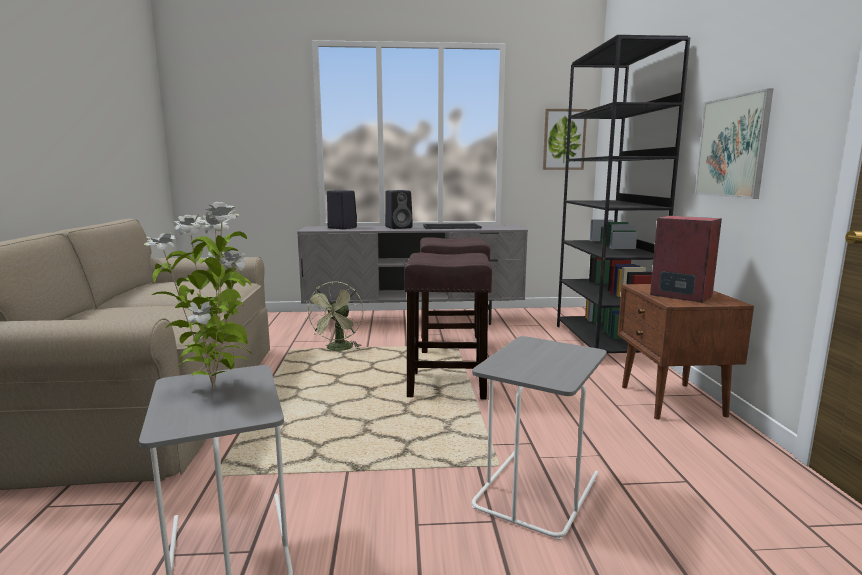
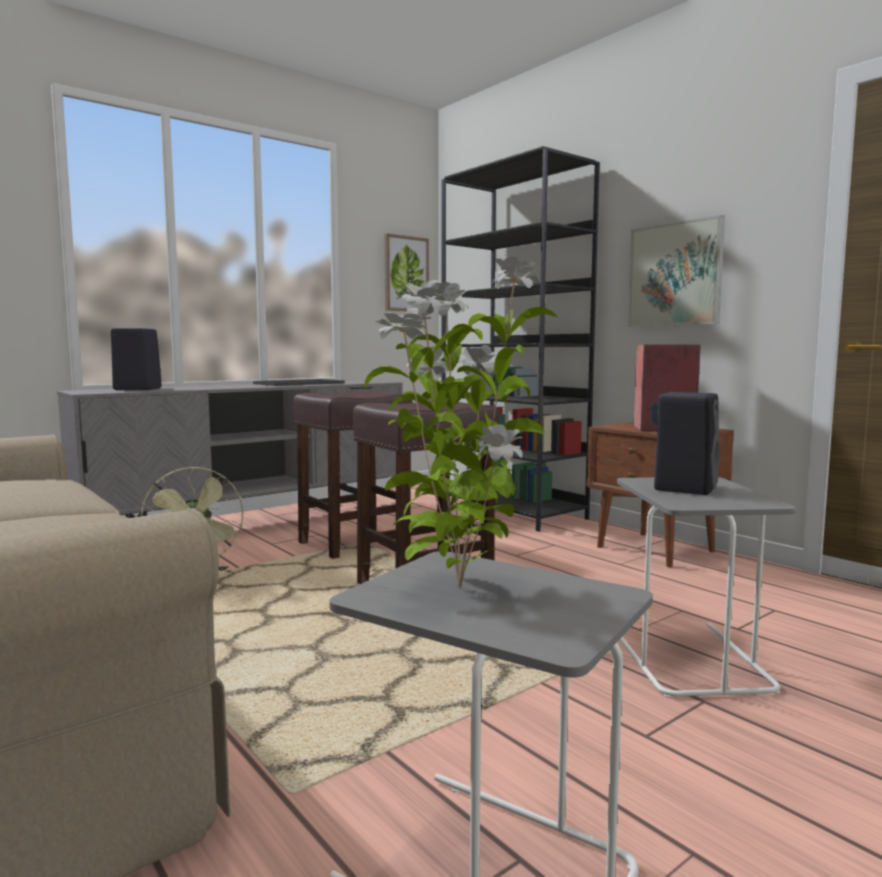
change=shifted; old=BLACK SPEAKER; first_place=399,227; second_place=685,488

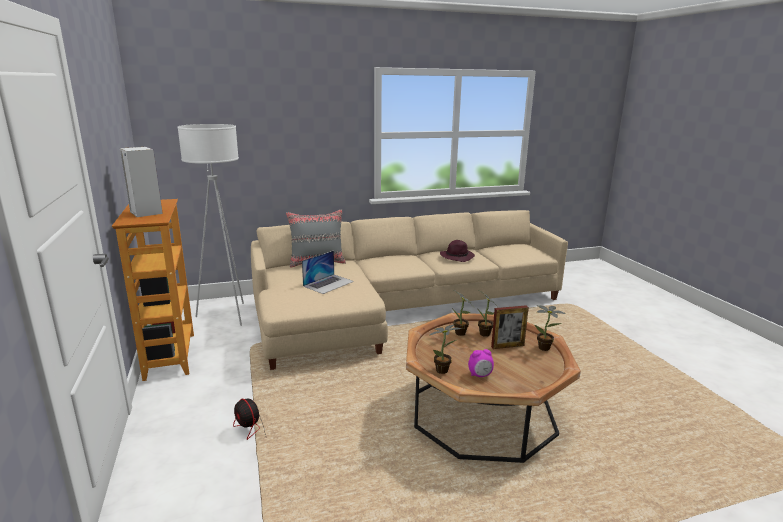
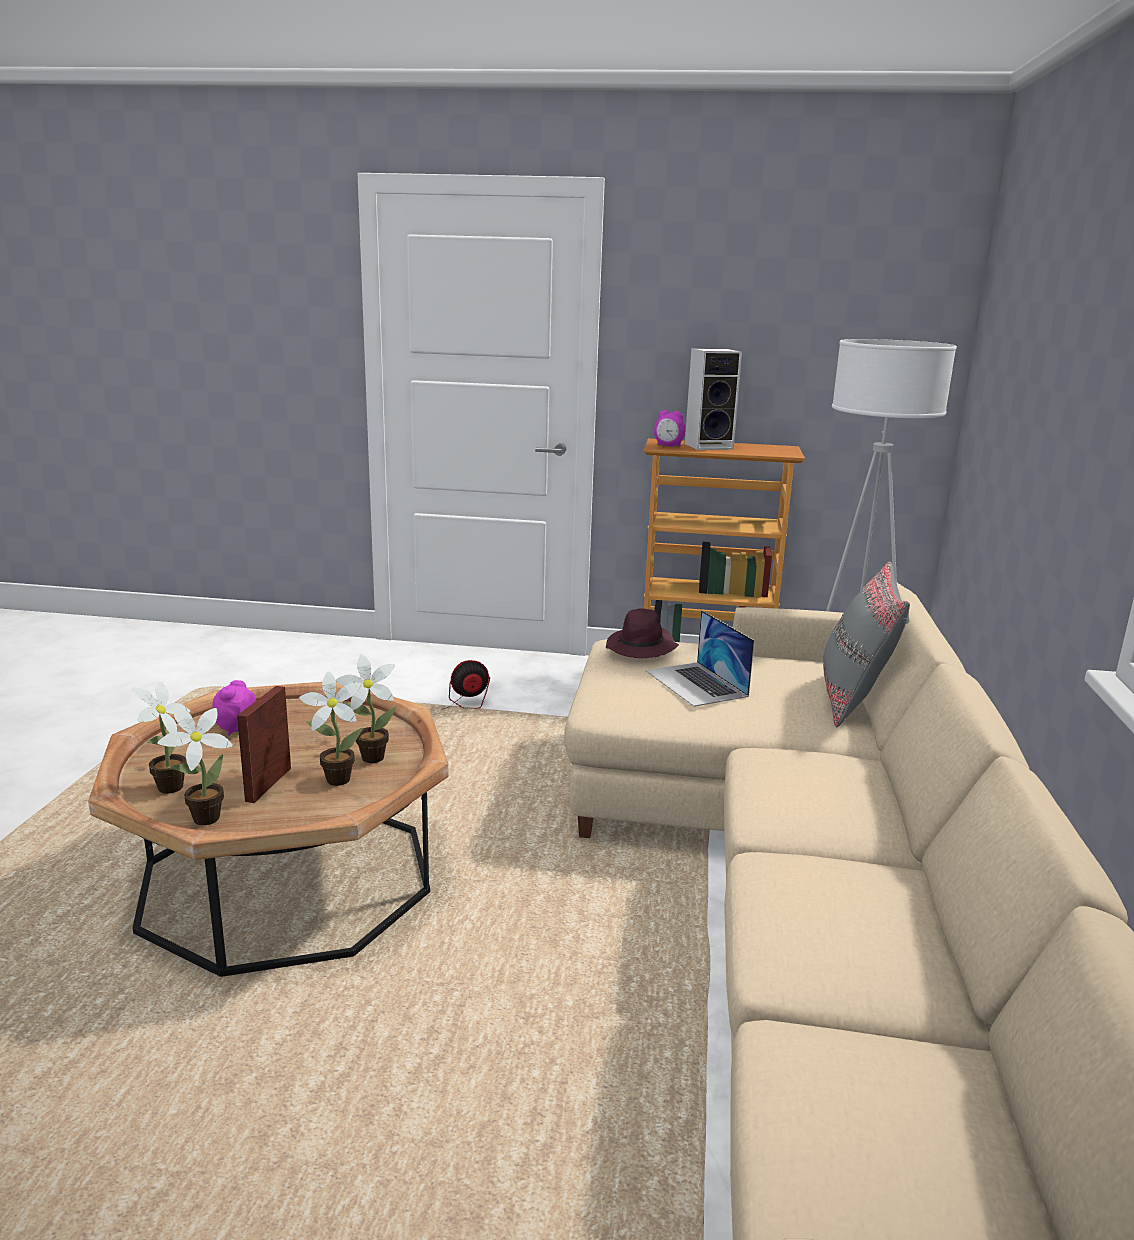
change=shifted; old=POTTED PLANT; first_place=444,370; second_place=167,789
change=shifted; old=PURPLE HAT; first_place=457,257; second_place=641,648
change=new; new=ALARM CLOCK; second_place=668,446

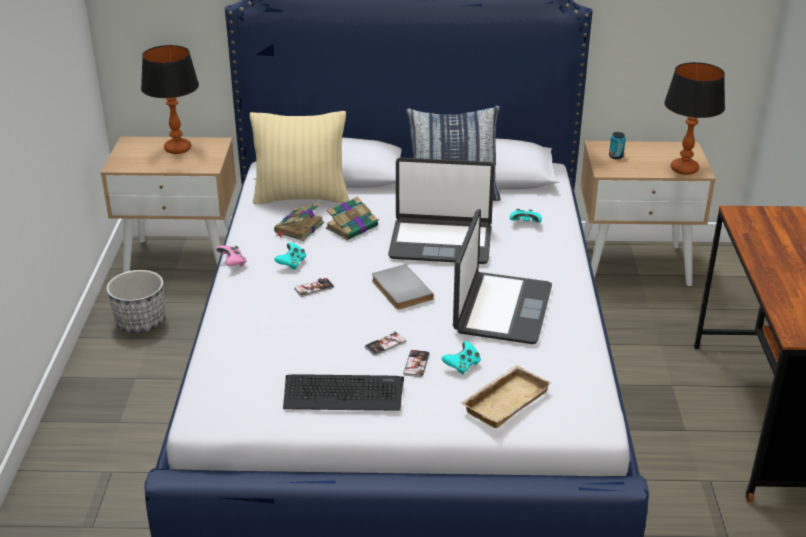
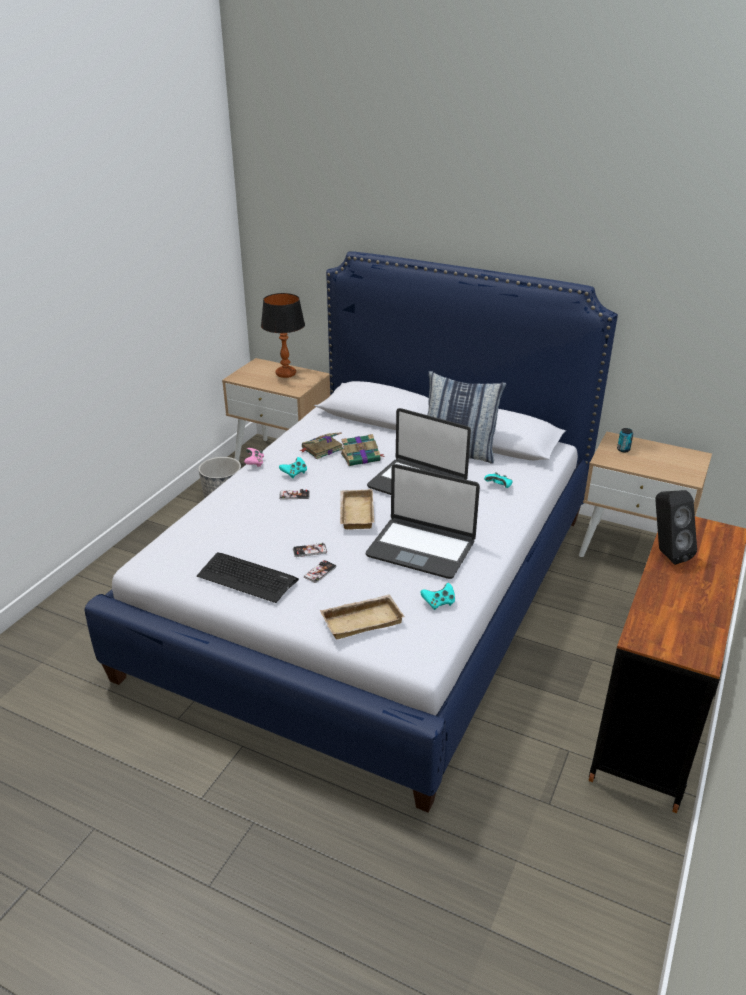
change=gone; old=BEIGE PILLOW; first_place=301,197
change=swapped; old=GREY BOOK; new=BEIGE TRAY; first_place=399,290; second_place=355,512
change=shifted; old=TURQUOISE GAME CONTROLLER; first_place=462,366; second_place=438,603
change=rotated; old=LAPTOP; first_place=501,309; second_place=421,548; degrees=75
change=gone; old=TABLE LAMP; first_place=684,169
change=new; new=BLACK SPEAKER; second_place=666,553

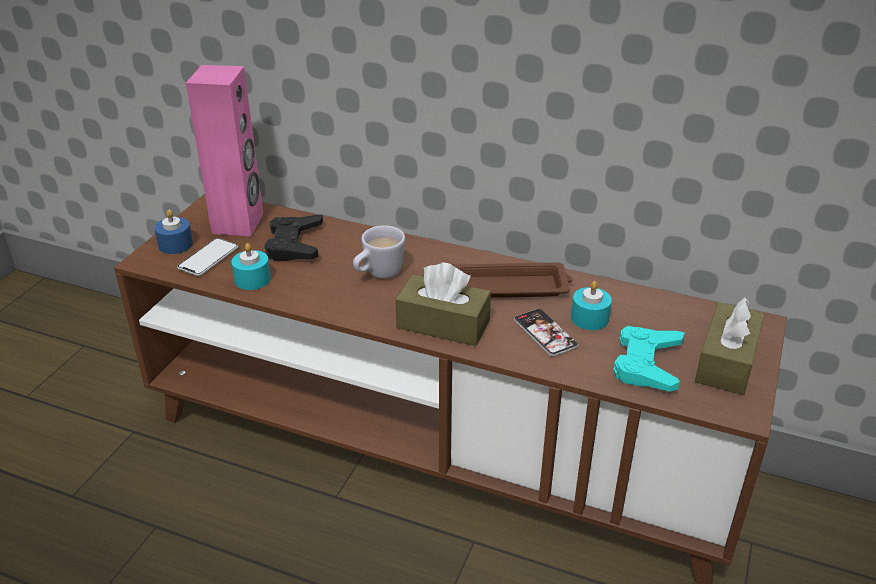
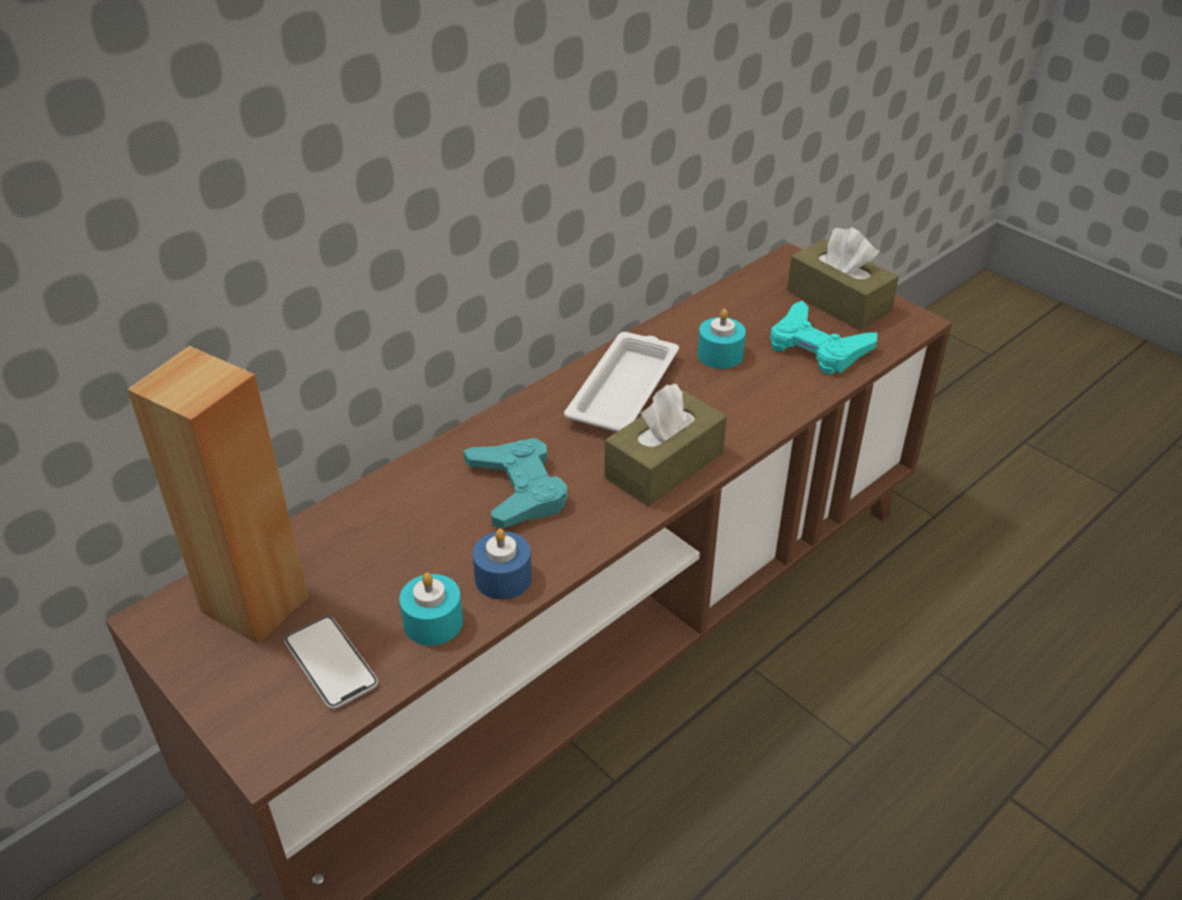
change=shifted; old=BLUE CANDLE; first_place=175,244; second_place=503,578
change=repainted; old=PINK SPEAKER; new=BROWN SPEAKER; first_place=238,223; second_place=256,603
change=gone; old=BLACK GAME CONTROLLER; first_place=294,244
change=swapped; old=WHITE MUG; new=TURQUOISE GAME CONTROLLER; first_place=378,274; second_place=518,489
change=repainted; old=BROWN TRAY; new=WHITE TRAY; first_place=511,287; second_place=624,389
change=gone; old=PHONE; first_place=545,333

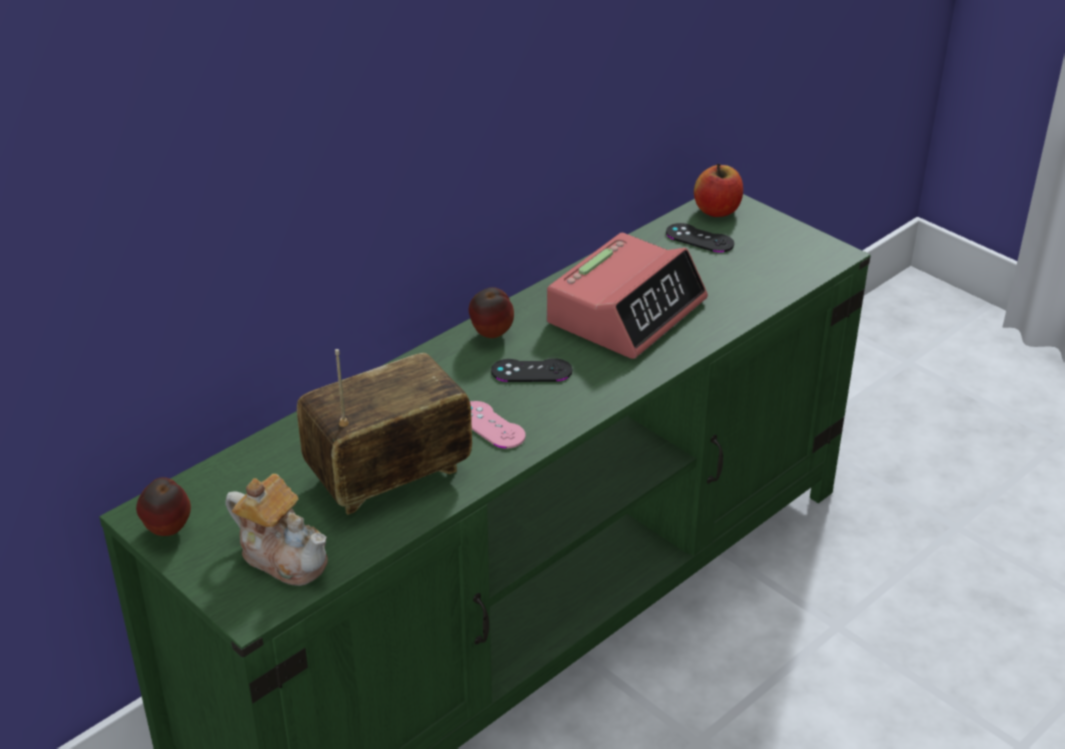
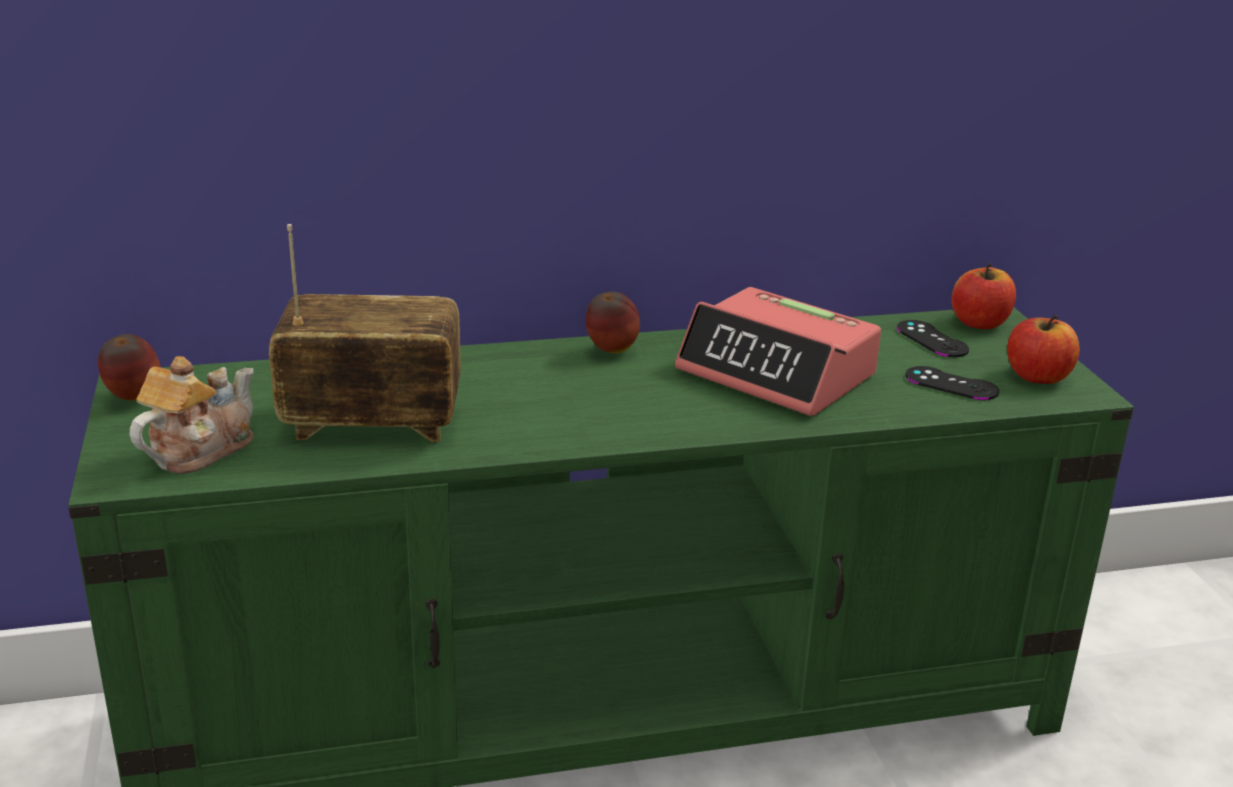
change=rotated; old=TEAPOT; first_place=283,556; second_place=199,450; degrees=-120
change=gone; old=PINK GAME CONTROLLER; first_place=490,425
change=shifted; old=BLACK GAME CONTROLLER; first_place=531,371; second_place=951,384
change=rotated; old=ALARM CLOCK; first_place=626,311; second_place=777,373; degrees=60
change=new; new=APPLE; second_place=1037,377

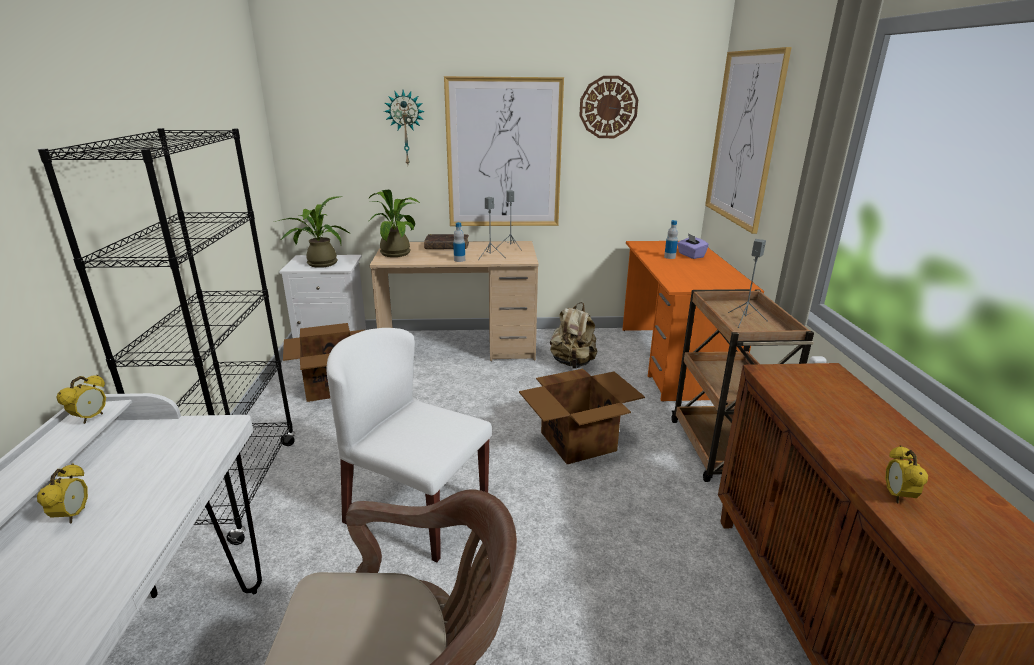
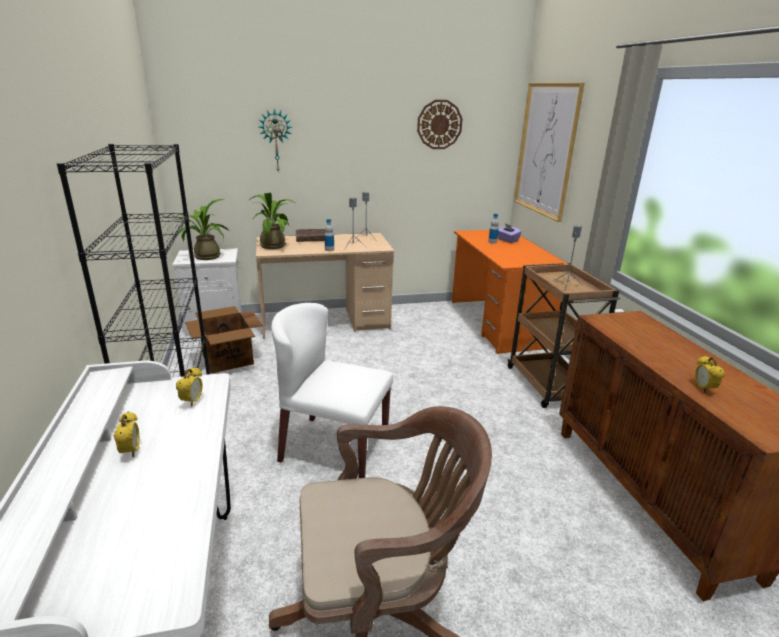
change=shifted; old=ALARM CLOCK; first_place=91,418; second_place=192,402
change=gone; old=PICTURE; first_place=504,154
change=gone; old=CARDBOARD BOX; first_place=579,441
change=gone; old=BEIGE BACKPACK; first_place=573,363

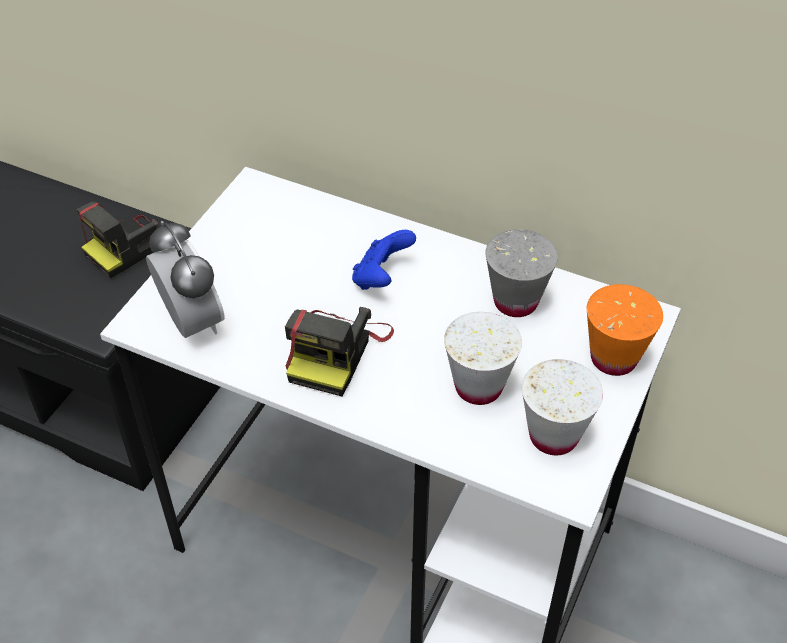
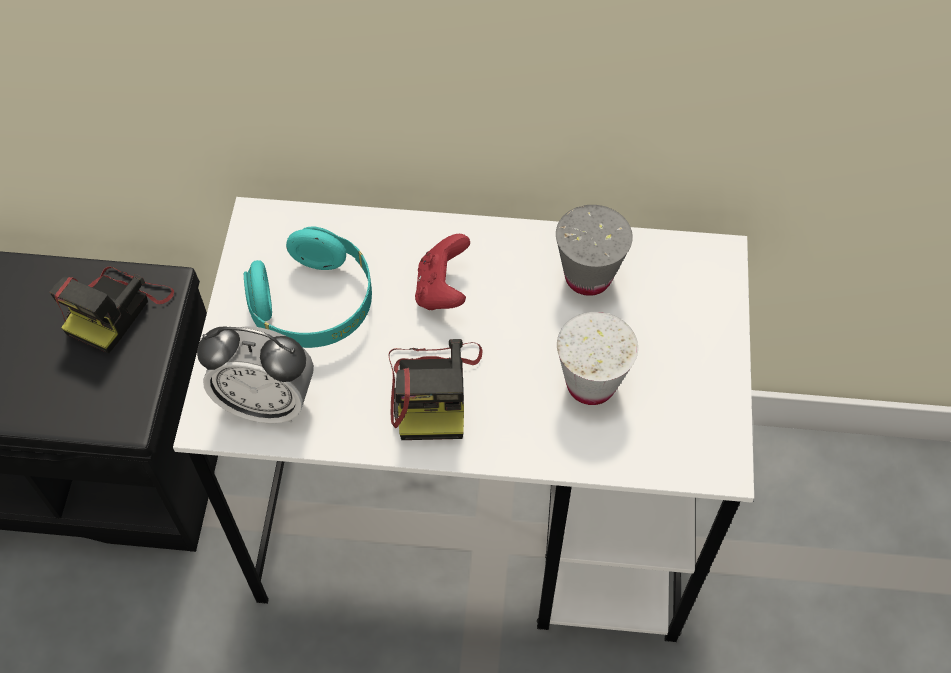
change=rotated; old=ALARM CLOCK; first_place=192,322; second_place=267,403; degrees=150
change=repainted; old=BLUE GAME CONTROLLER; new=RED GAME CONTROLLER; first_place=381,278; second_place=442,290
change=gone; old=WHITE CUP; first_place=553,436
change=gone; old=ORANGE CUP; first_place=613,358
change=new; new=TURQUOISE HEADPHONES; second_place=314,306

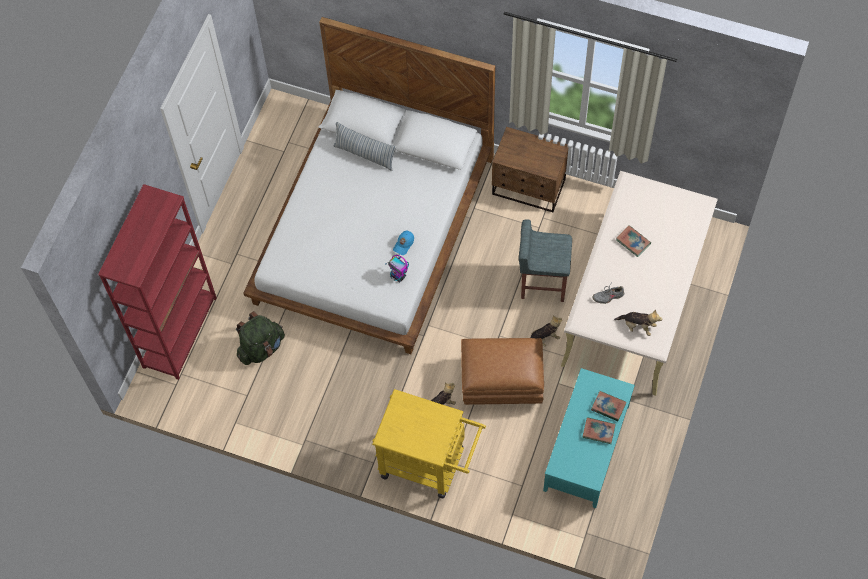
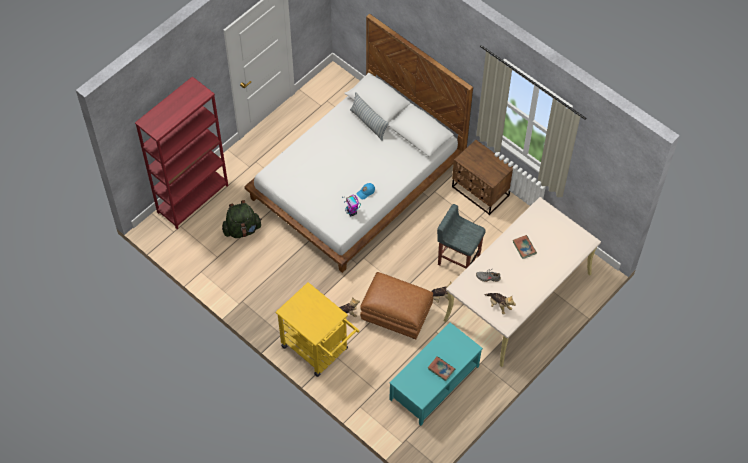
change=gone; old=BOOK; first_place=608,407

